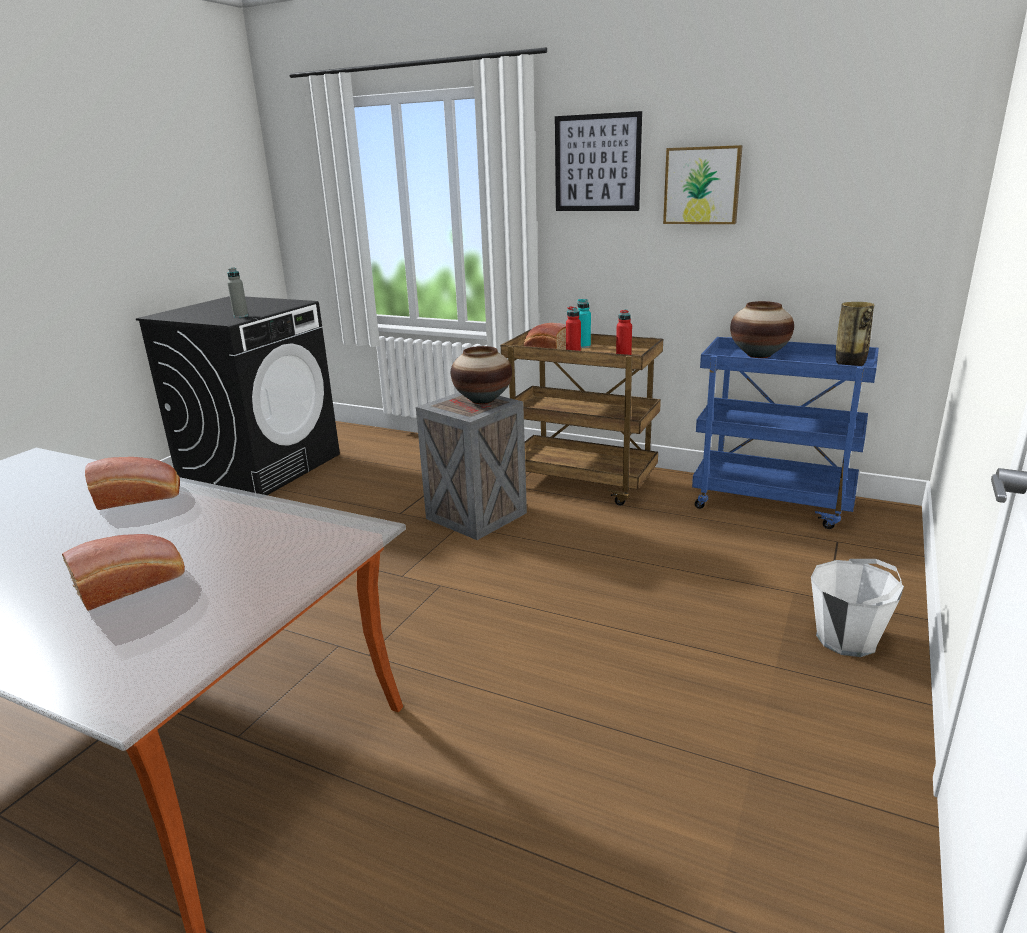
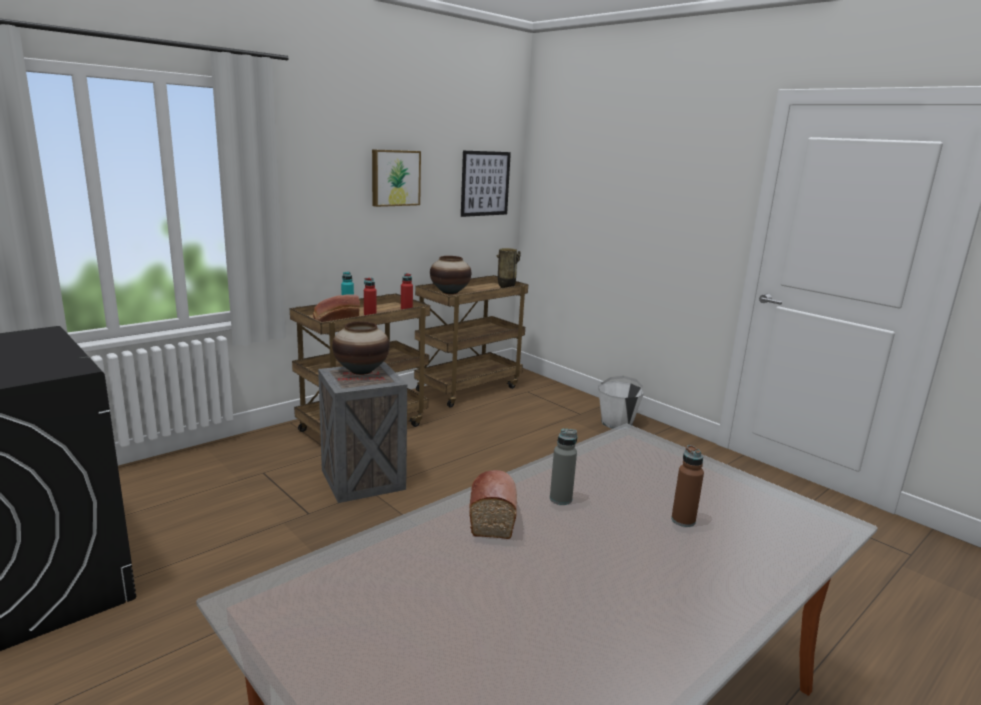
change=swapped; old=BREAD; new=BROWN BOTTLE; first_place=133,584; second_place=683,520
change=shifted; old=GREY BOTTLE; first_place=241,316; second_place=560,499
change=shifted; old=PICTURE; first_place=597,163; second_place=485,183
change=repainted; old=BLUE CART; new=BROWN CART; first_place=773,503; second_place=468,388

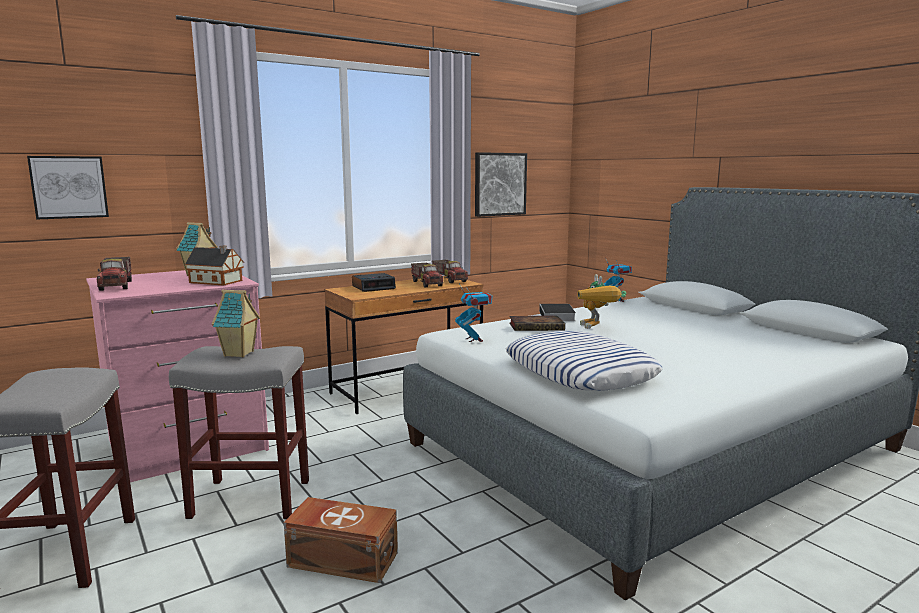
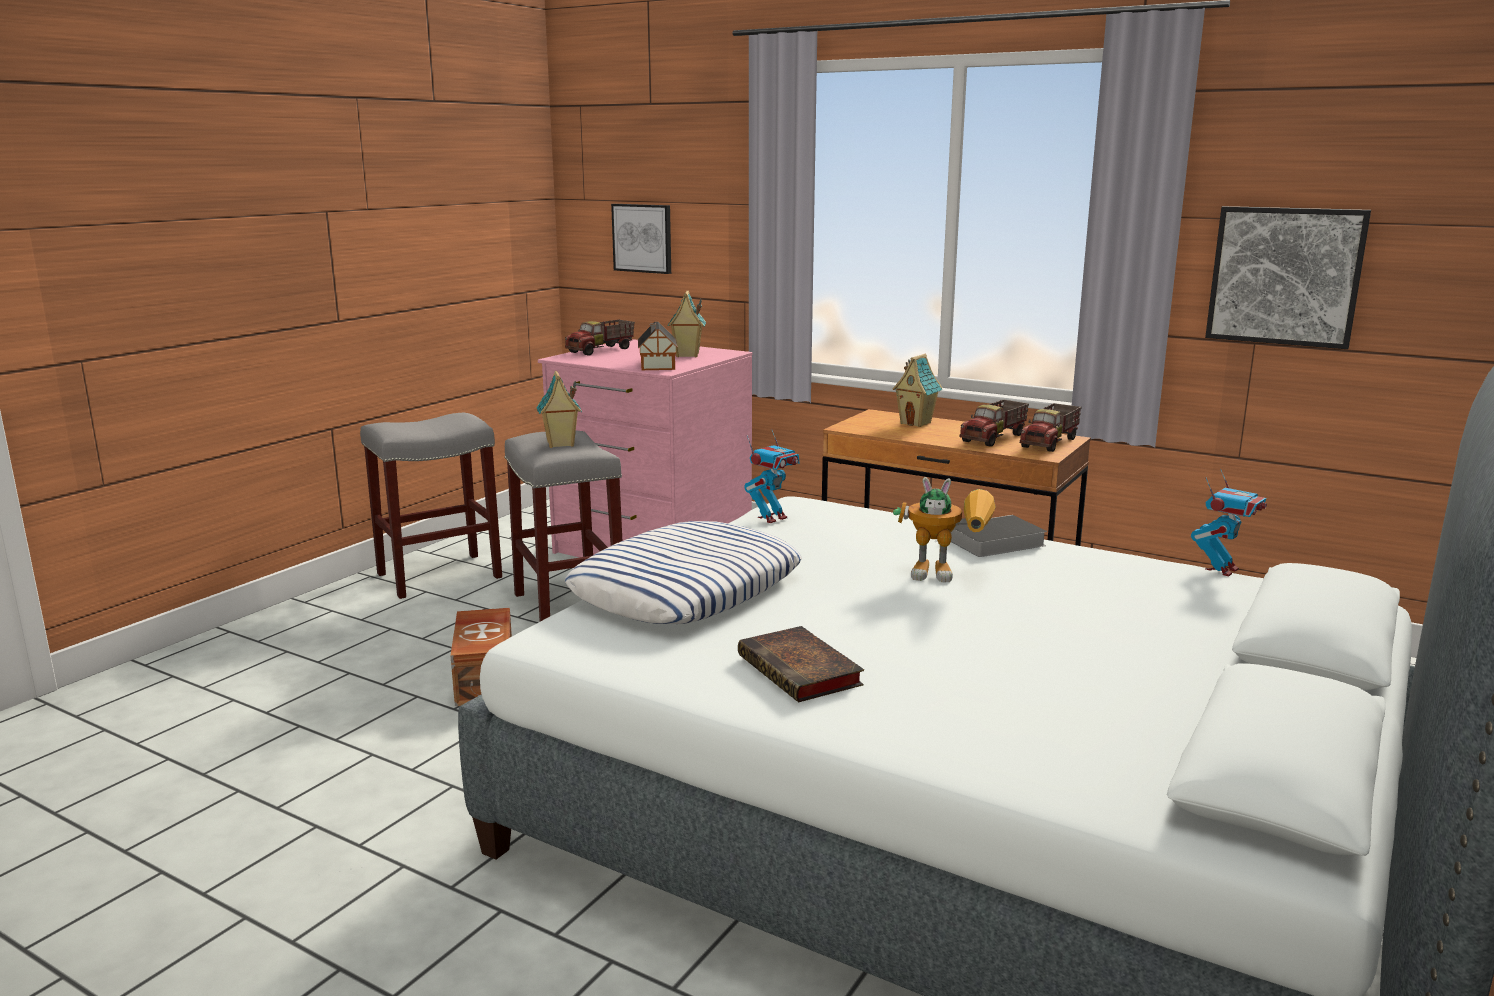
change=swapped; old=ALARM CLOCK; new=TOY HOUSE; first_place=374,287; second_place=916,423
change=shifted; old=BOOK; first_place=537,327; second_place=802,672
change=rotated; old=TOY ROBOT; first_place=597,328; second_place=948,574; degrees=-135

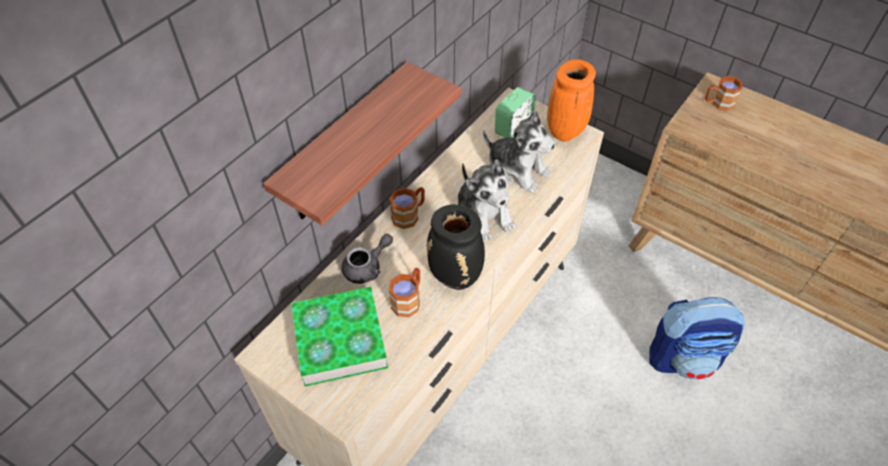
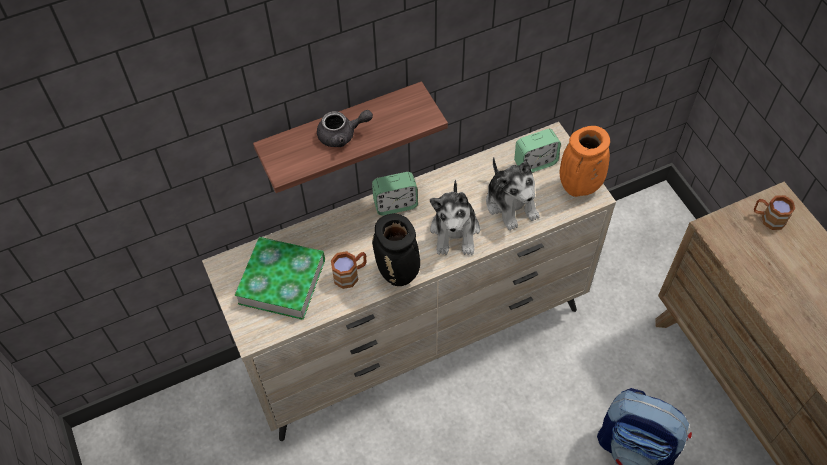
change=shifted; old=GREY TEAPOT; first_place=367,267; second_place=342,135
change=swapped; old=BROWN MUG; new=ALARM CLOCK; first_place=409,215; second_place=395,204

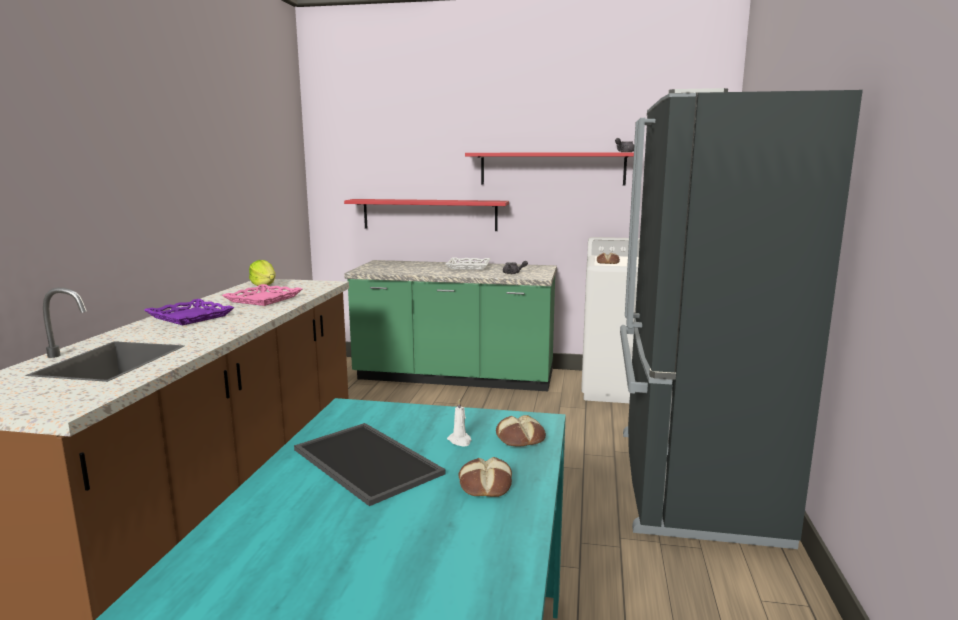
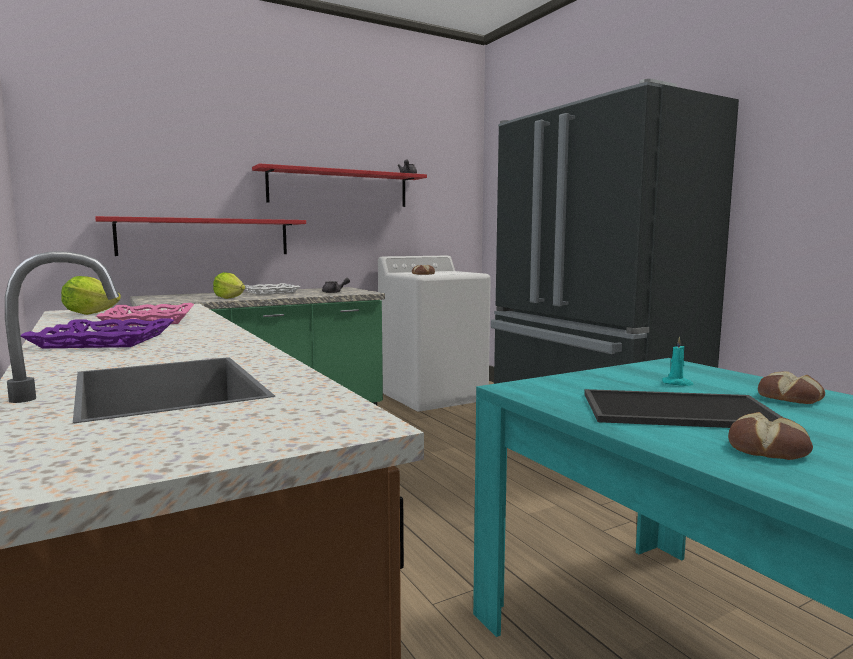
change=repainted; old=WHITE CANDLE; new=TURQUOISE CANDLE; first_place=460,441; second_place=677,383
change=shifted; old=BREAD; first_place=520,438; second_place=769,449
change=new; new=LETTUCE; second_place=229,298

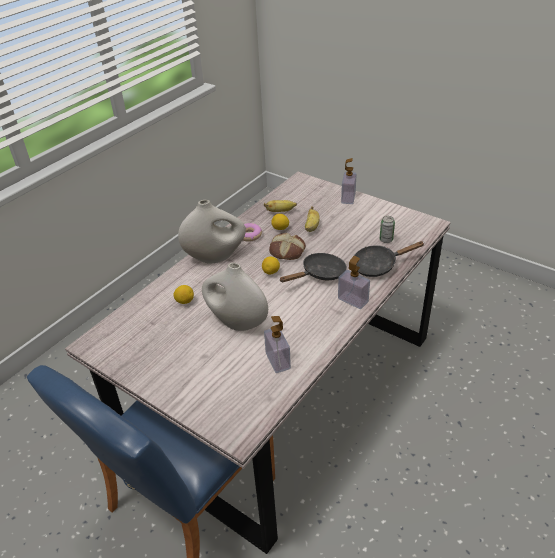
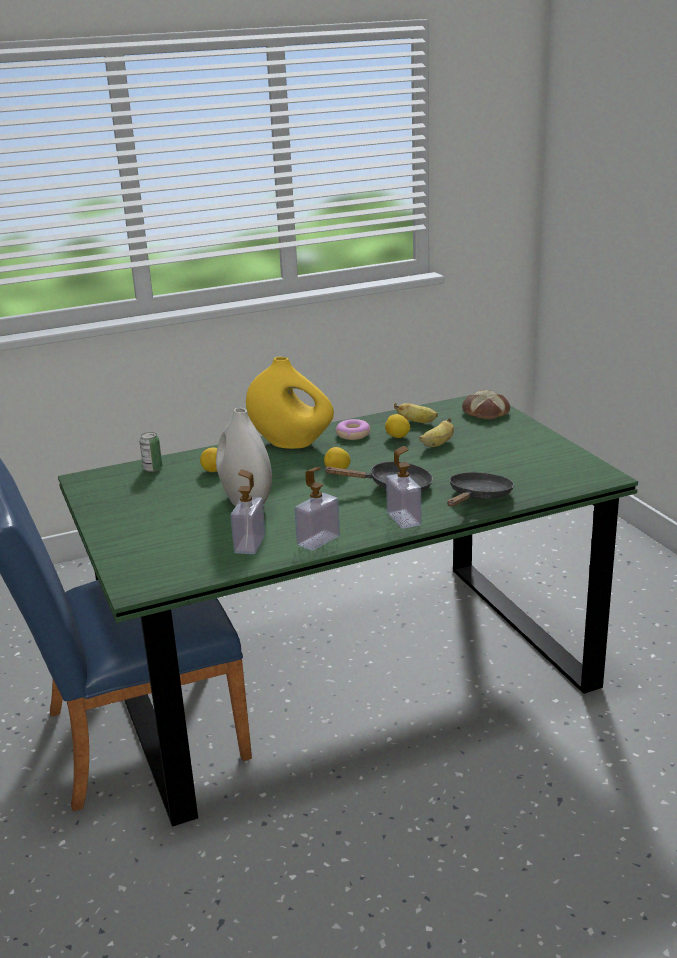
change=repainted; old=GREY DINING TABLE; new=GREEN DINING TABLE; first_place=284,390; second_place=348,675
change=repainted; old=WHITE VASE; new=YELLOW VASE; first_place=215,256; second_place=291,443
change=shifted; old=BREAD; first_place=286,251; second_place=485,412
change=shifted; old=SOAP DISPENSER; first_place=348,198; second_place=318,540
change=rotated; old=BLACK FRYING PAN; first_place=378,265; second_place=478,497; degrees=105
change=shifted; old=CAN; first_place=386,240; second_place=153,468

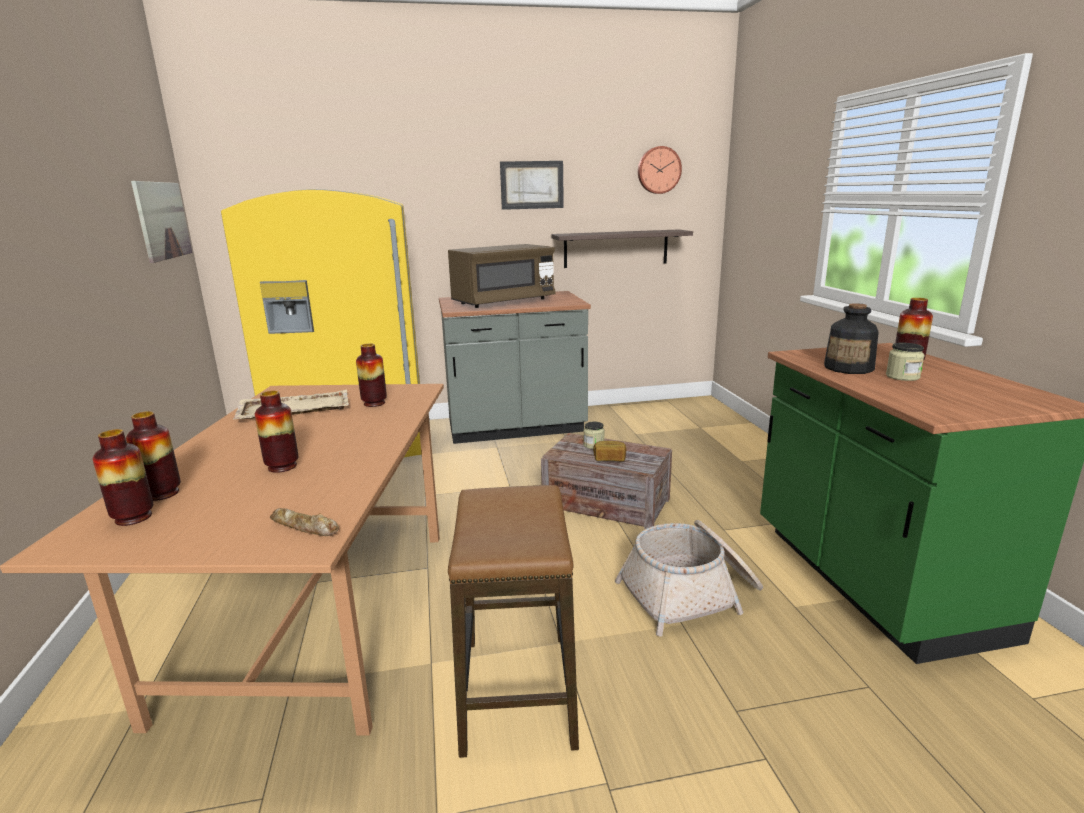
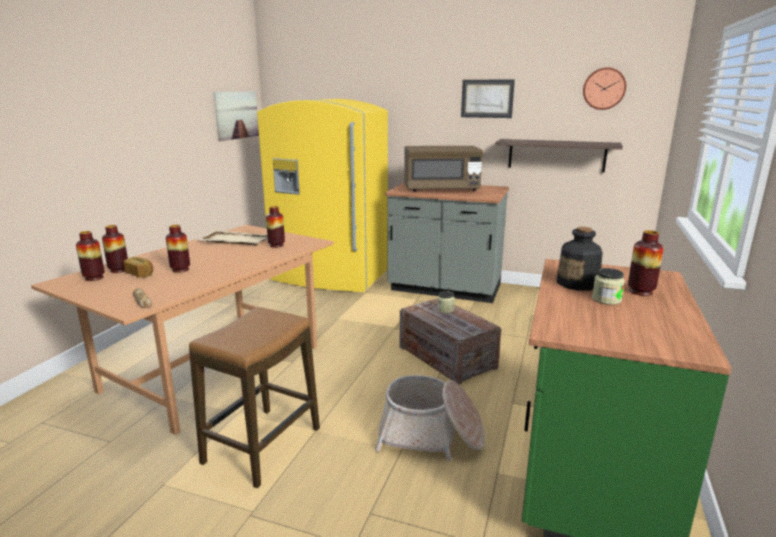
change=shifted; old=BREAD; first_place=609,459; second_place=140,274

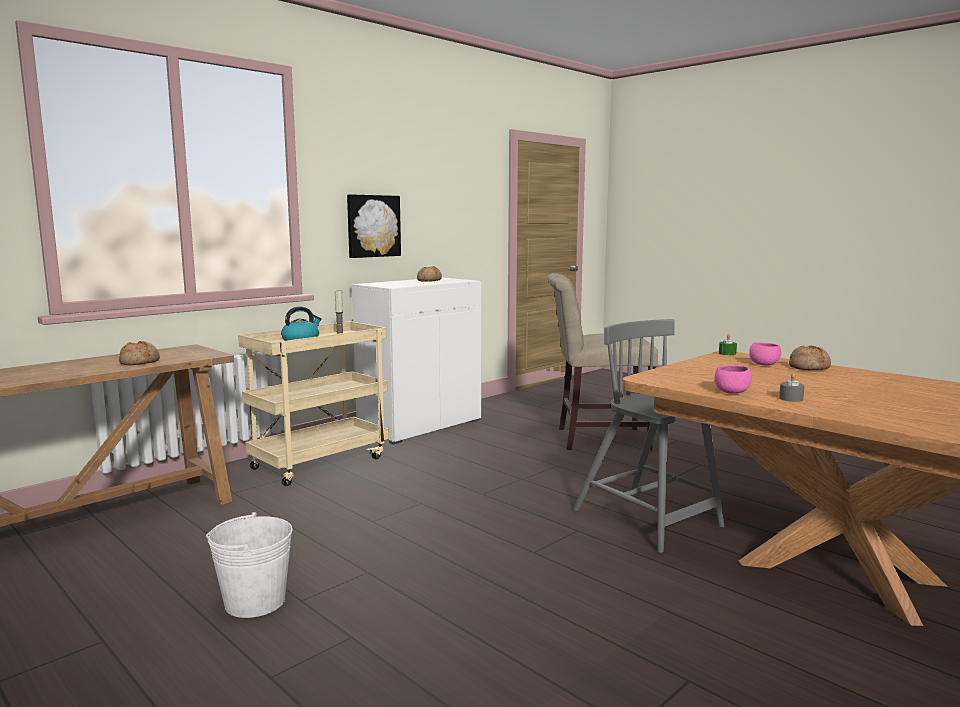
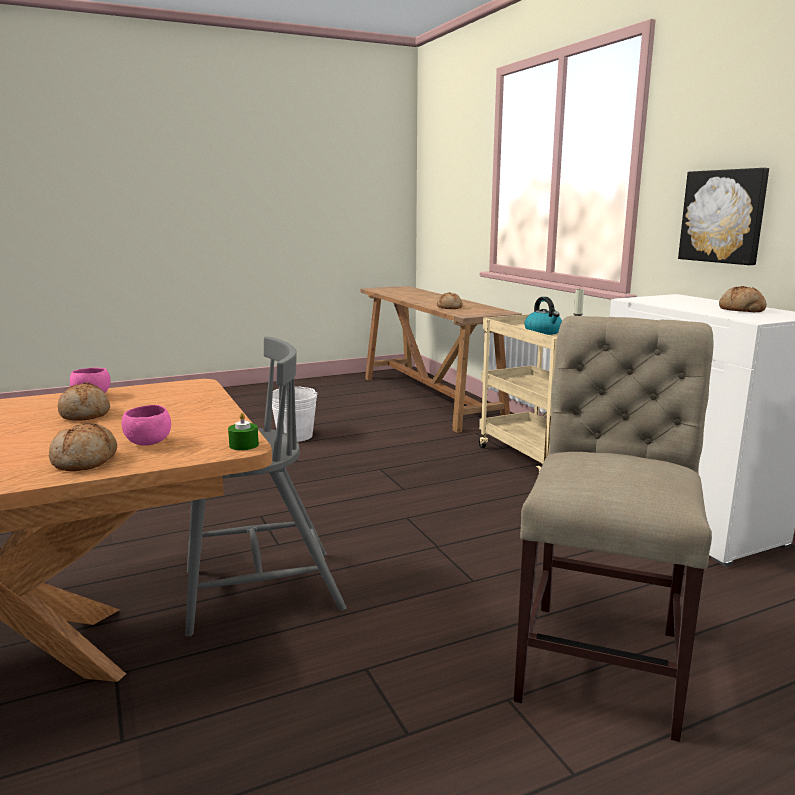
change=gone; old=GREY CANDLE; first_place=791,398
change=new; new=BREAD; second_place=85,414

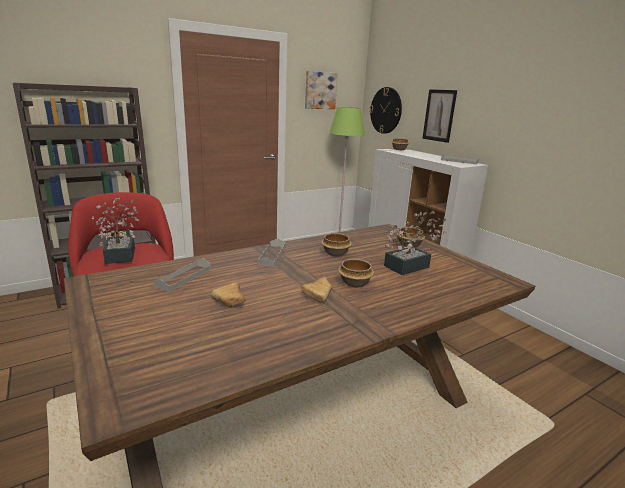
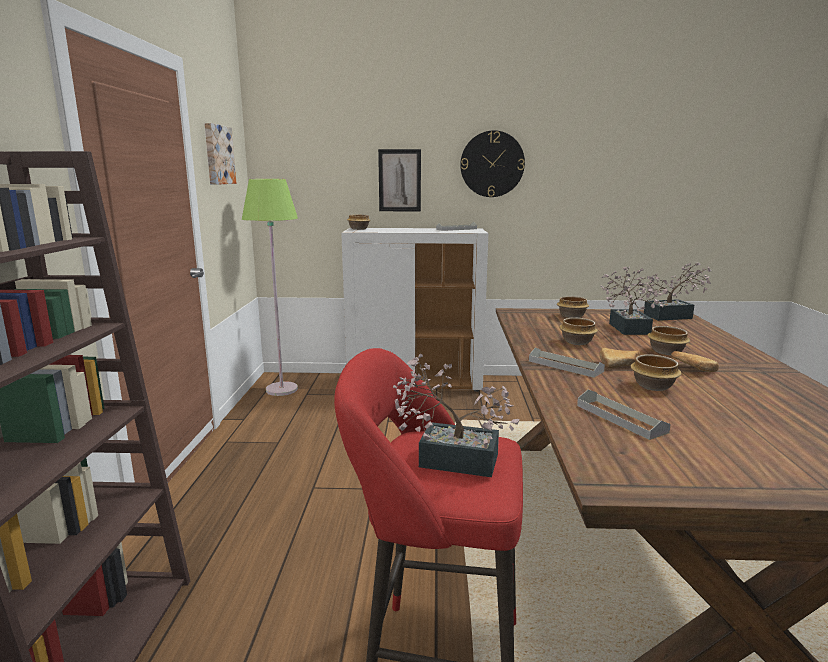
change=shifted; old=BREAD; first_place=231,302; second_place=620,364
change=shifted; old=WALL CLOCK; first_place=386,110; second_place=492,164
change=new; new=BOWL; second_place=653,386
change=new; new=POTTED PLANT; second_place=672,316

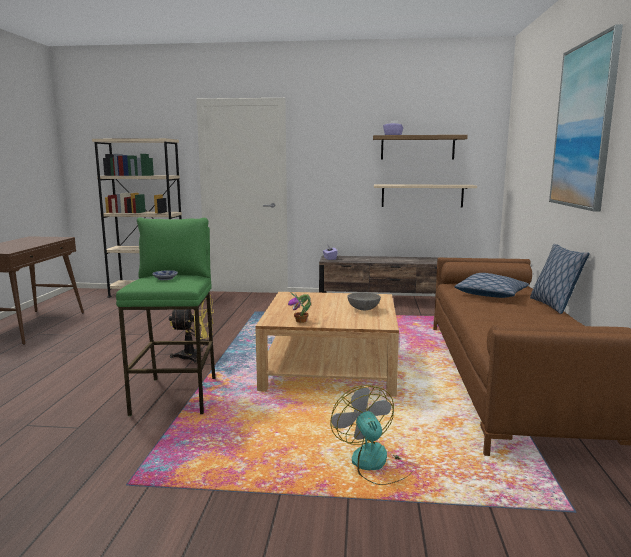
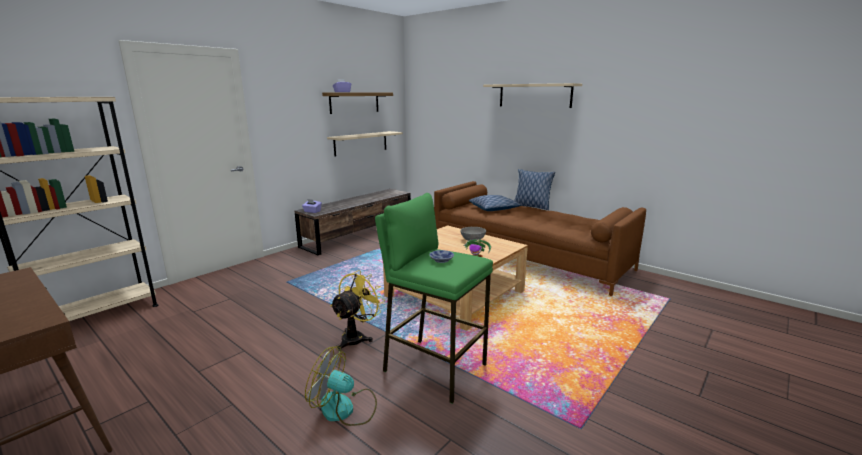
change=shifted; old=FAN; first_place=375,464; second_place=345,409
change=swapped; old=PICTURE; new=BEIGE SHELF; first_place=583,126; second_place=534,95

